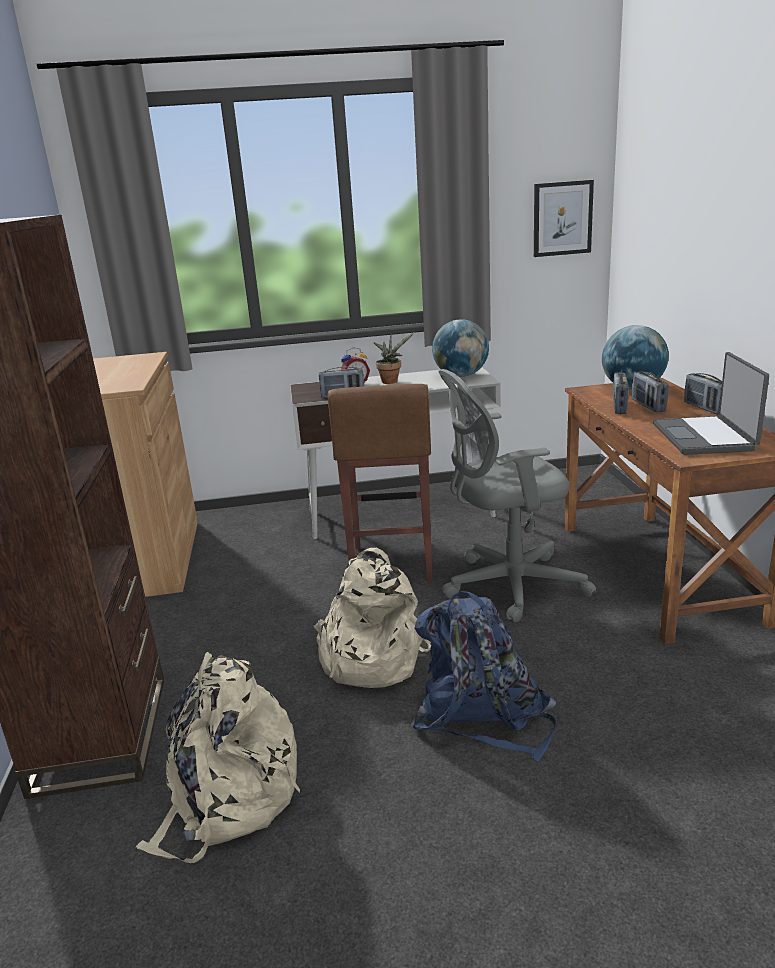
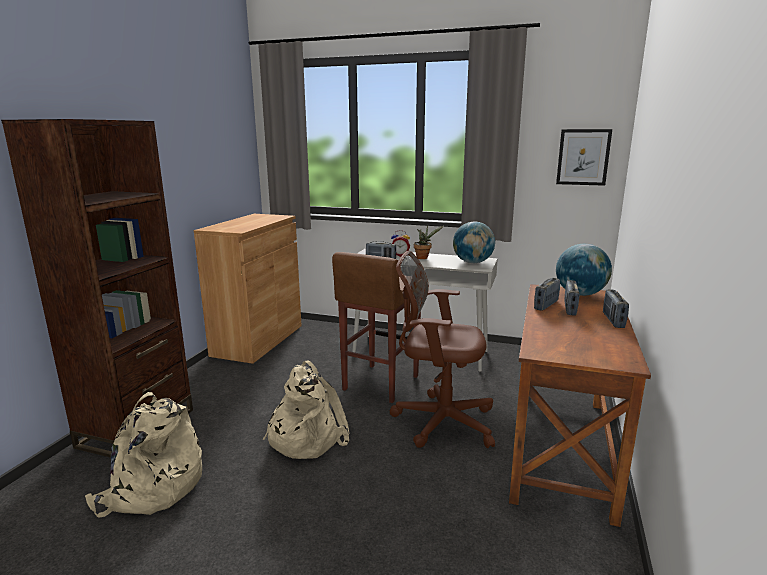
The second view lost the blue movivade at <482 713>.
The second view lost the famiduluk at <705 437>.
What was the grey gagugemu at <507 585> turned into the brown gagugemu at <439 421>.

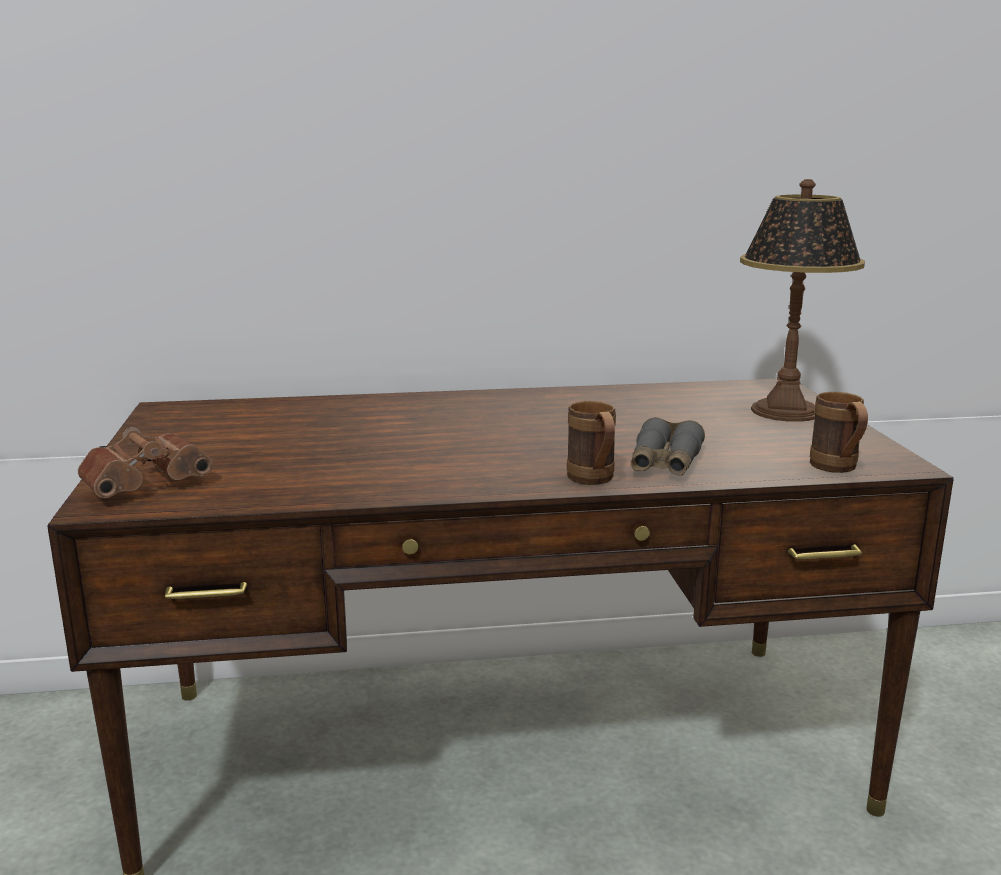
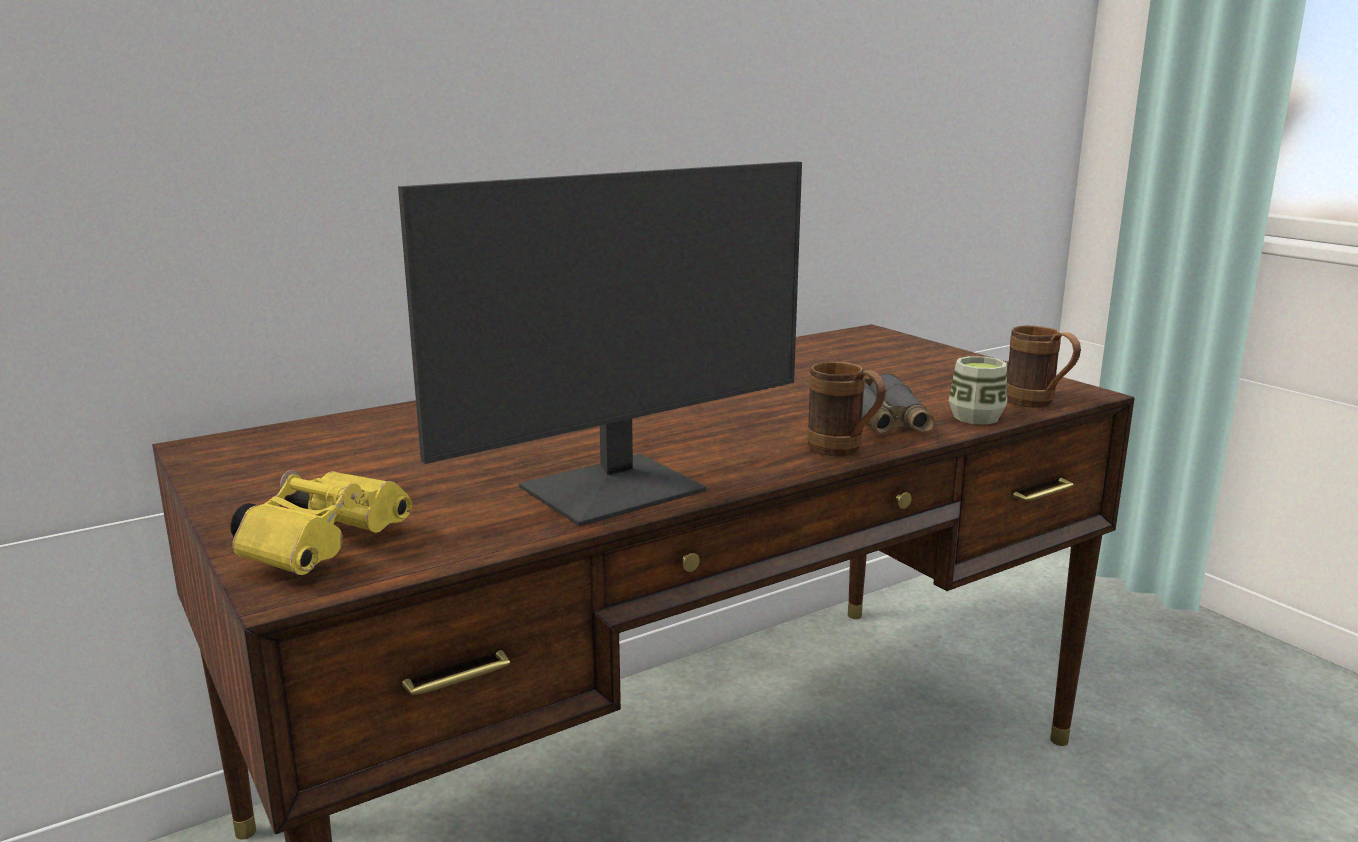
The second view lost the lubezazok at <786 411>.
The second view gained the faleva at <616 490>.
The second view gained the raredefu at <976 417>.
What was the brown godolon at <149 485> turned into the yellow godolon at <326 548>.

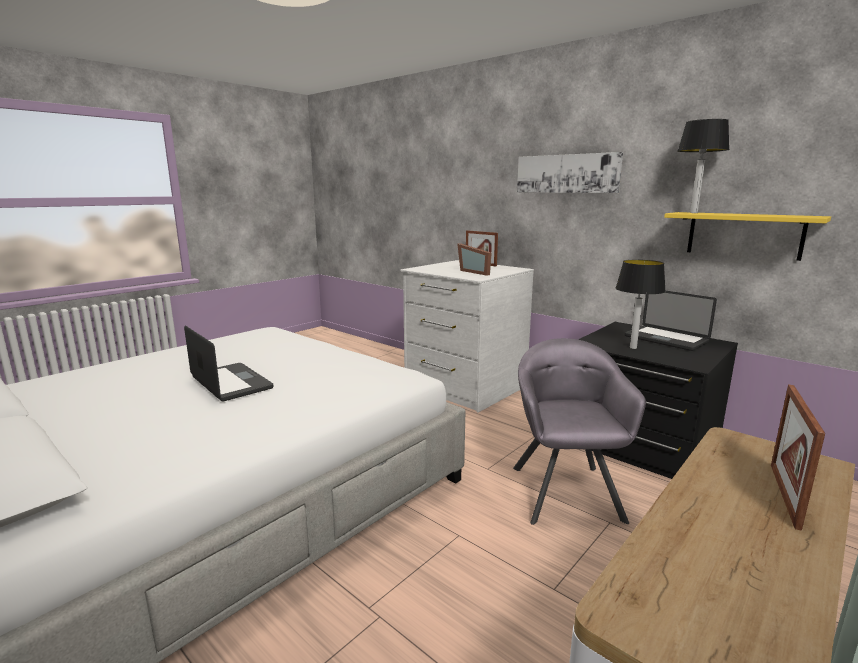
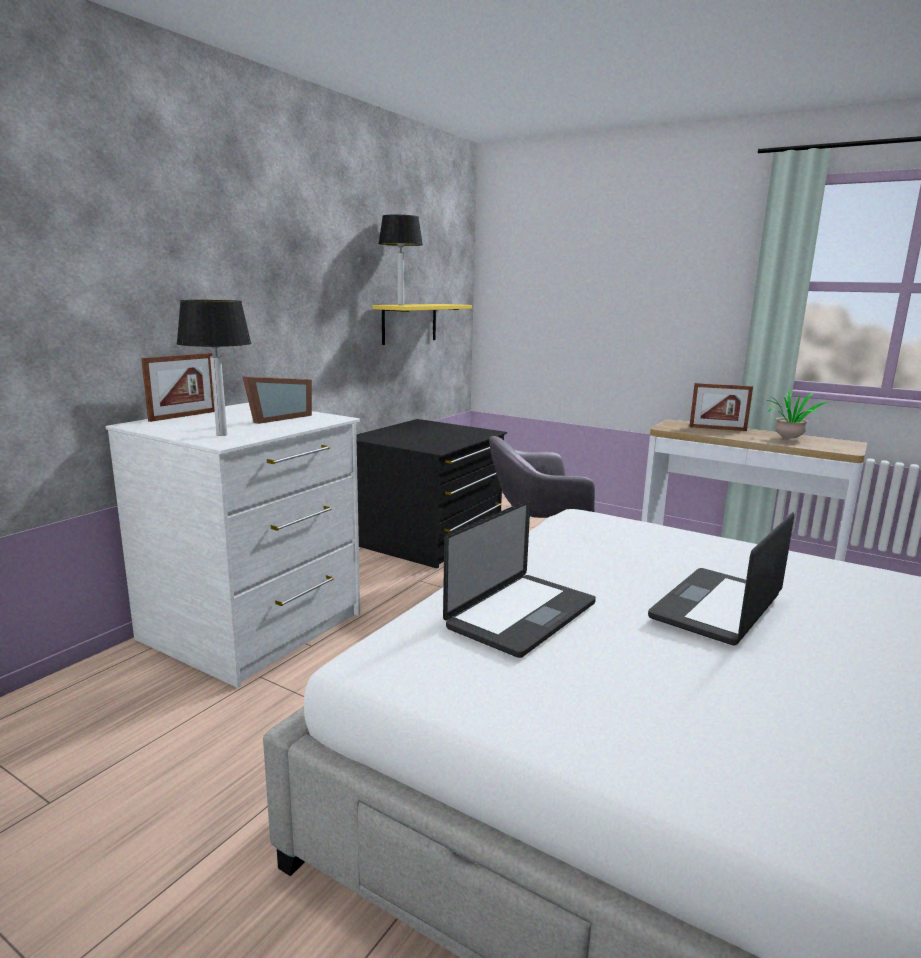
The second view lost the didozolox at <567 173>.
The second view gained the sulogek at <789 439>.
The lubezazok ended up elsewhere, having gone from <633 348> to <222 434>.
The famiduluk ended up elsewhere, having gone from <665 339> to <522 615>.

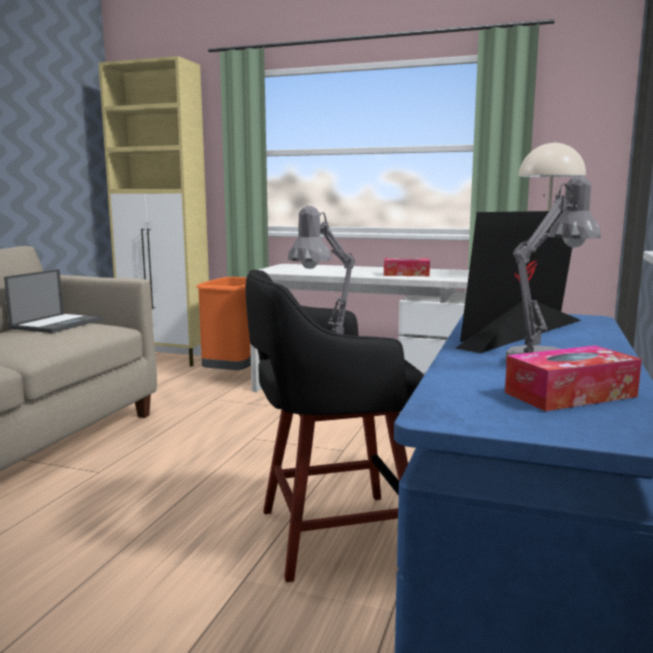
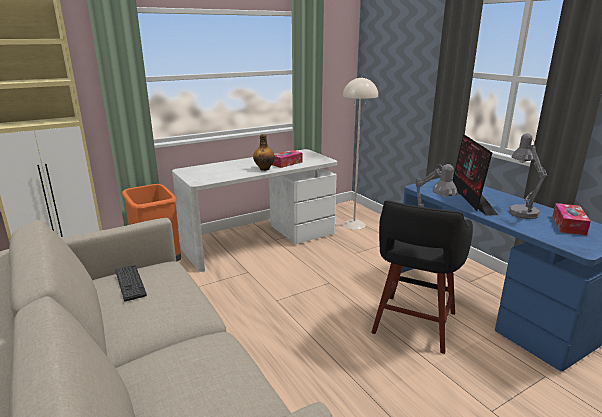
The second view gained the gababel at <264 169>.
Where the famiduluk stood at <58 324>, the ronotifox came to stand at <130 283>.

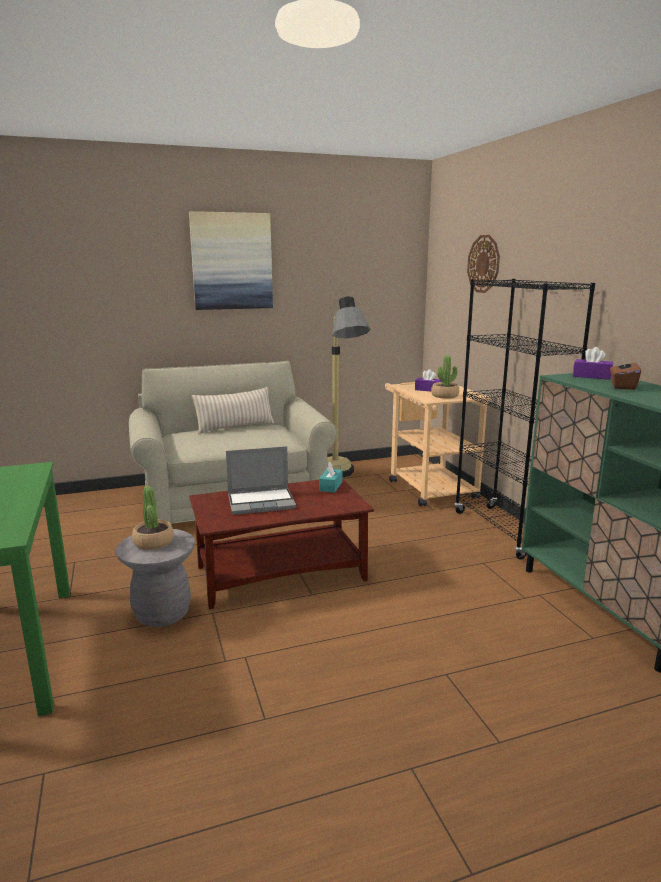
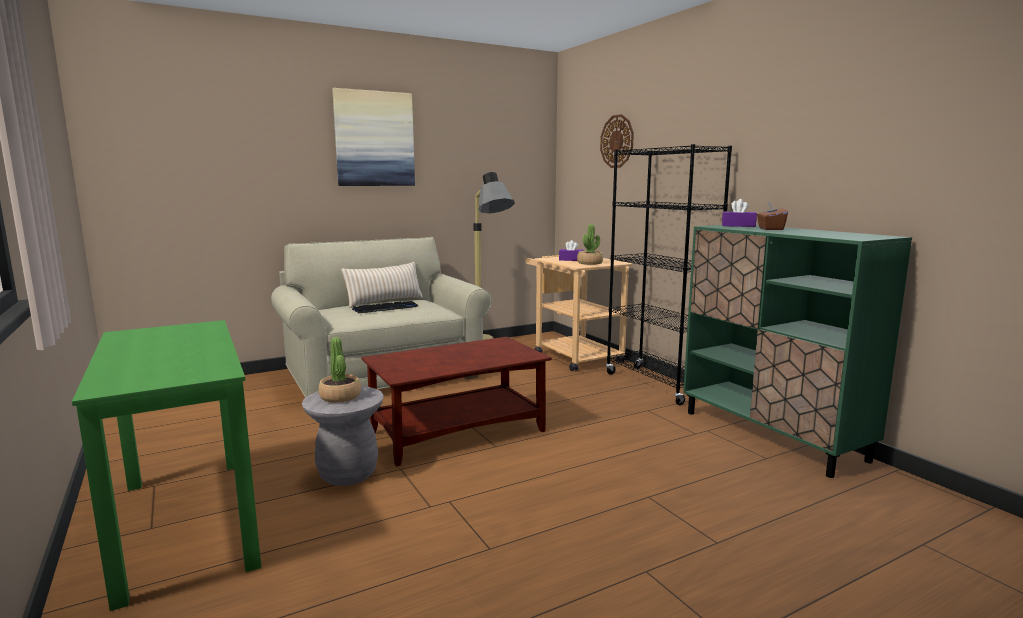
The second view lost the famiduluk at <262 502>.
The second view lost the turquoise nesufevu at <330 486>.
The second view gained the ronotifox at <385 308>.

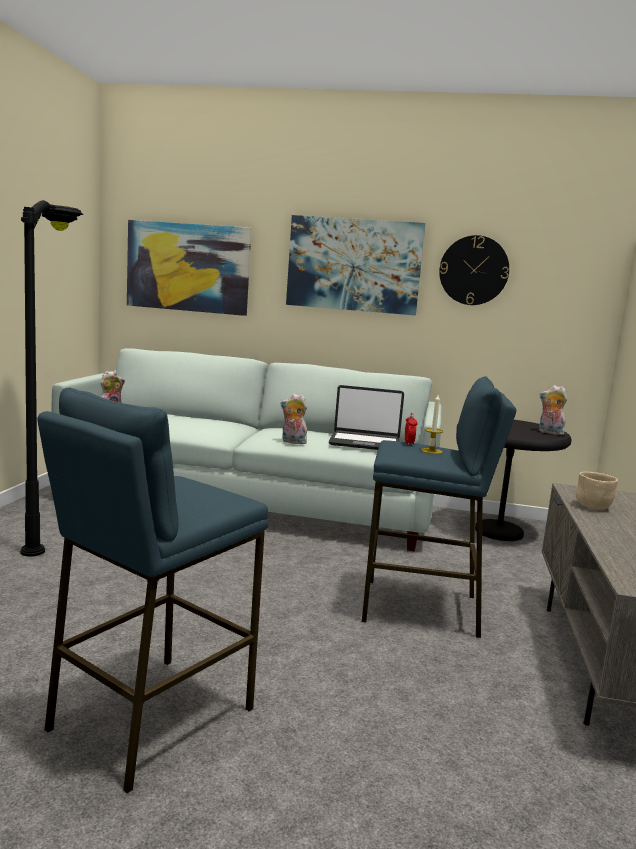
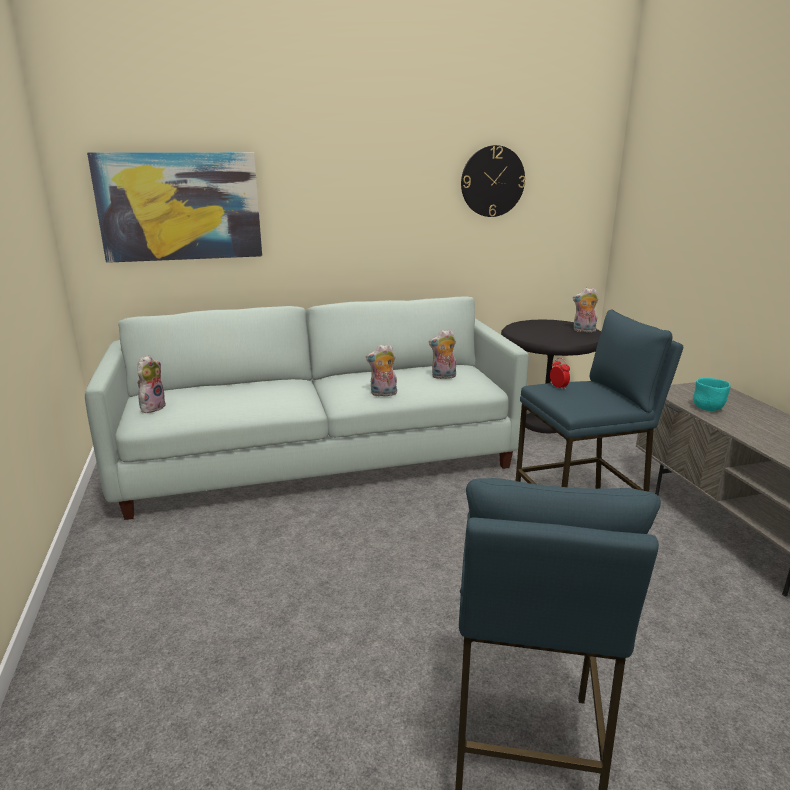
The second view lost the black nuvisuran at <53 526>.
The second view lost the didozolox at <354 265>.
The second view lost the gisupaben at <431 451>.
Where the famiduluk stood at <364 443>, the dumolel came to stand at <443 377>.
What was the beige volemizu at <593 507> turned into the turquoise volemizu at <708 409>.

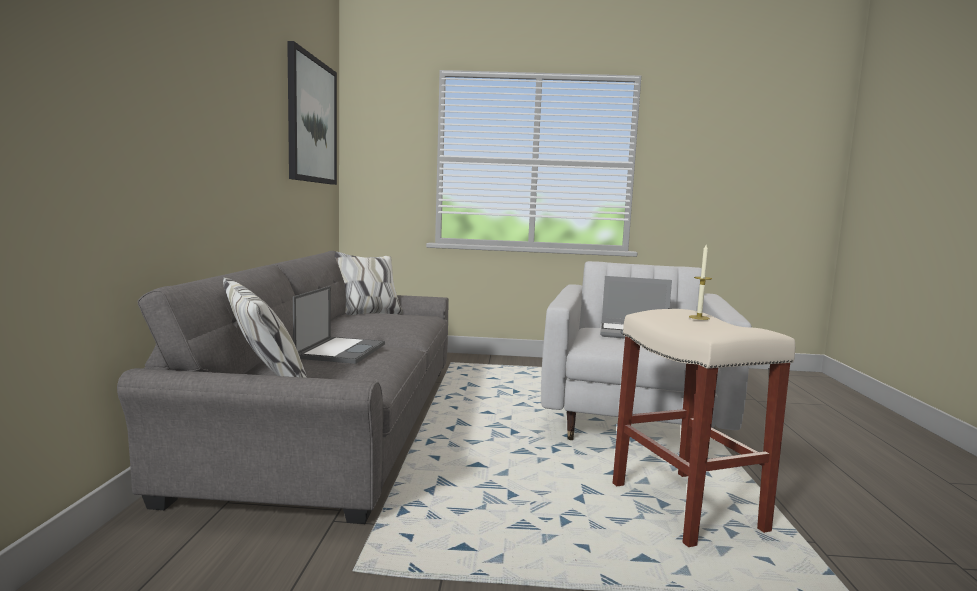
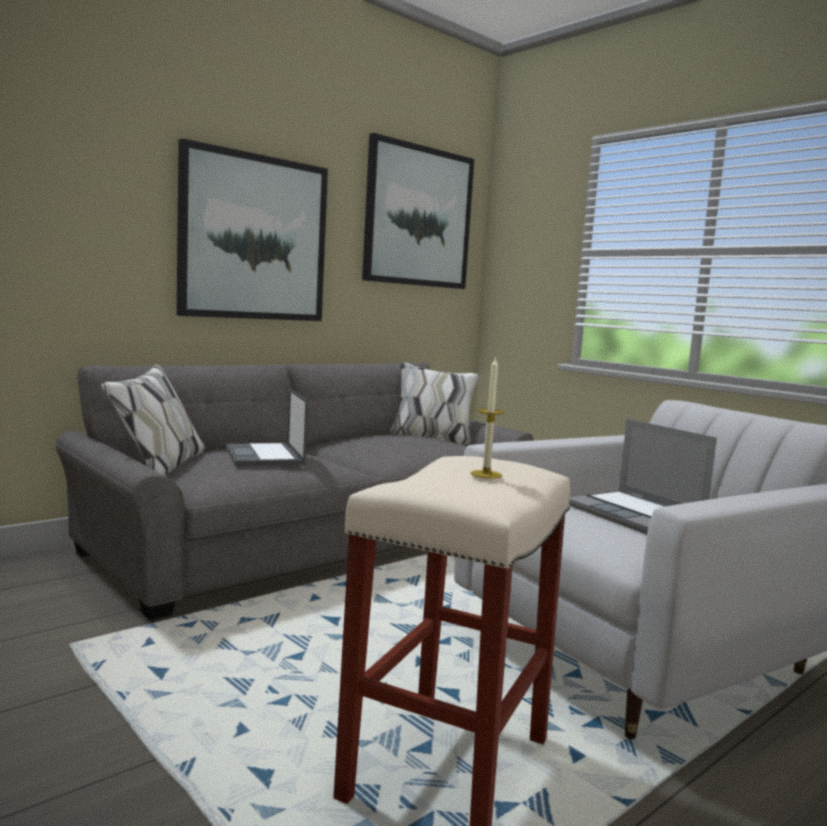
The second view gained the didozolox at <254 238>.
The famiduluk at <341 350> ended up facing another way, 105 degrees clockwise from before.

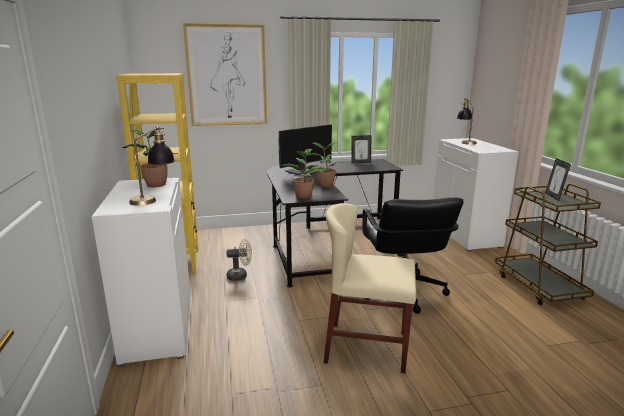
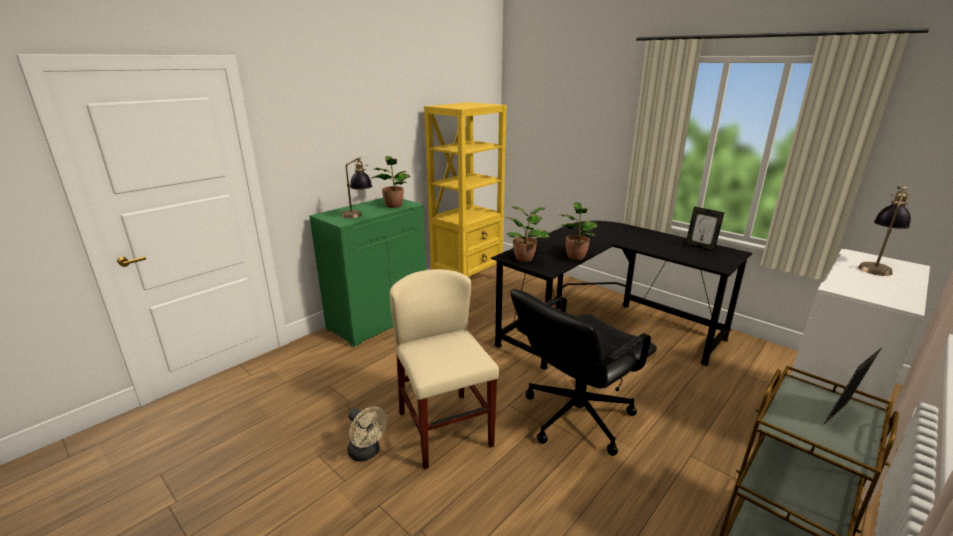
The second view lost the didozolox at <227 76>.
The second view lost the faleva at <303 170>.
The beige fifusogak ended up elsewhere, having gone from <240 276> to <367 453>.
What was the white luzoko at <157 327> turned into the green luzoko at <378 320>.

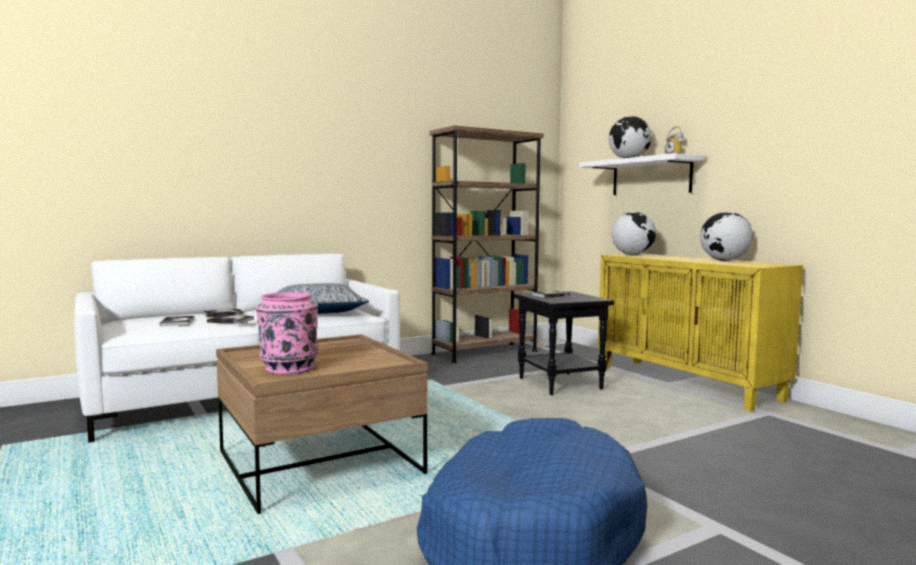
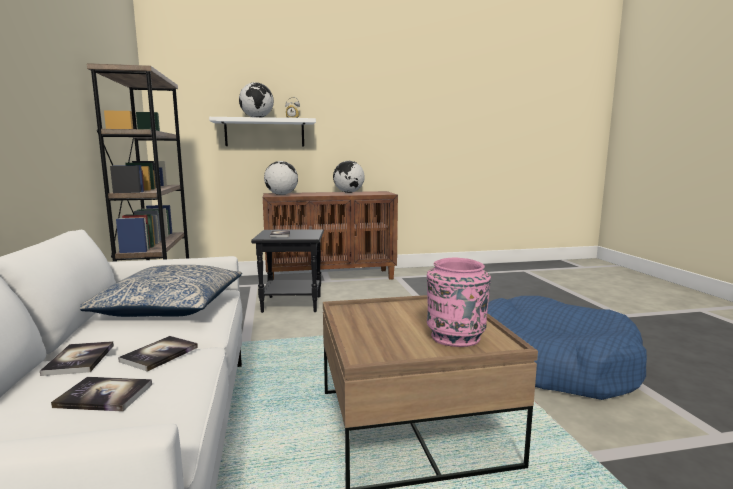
What was the yellow luzoko at <687 383> turned into the brown luzoko at <331 277>.

